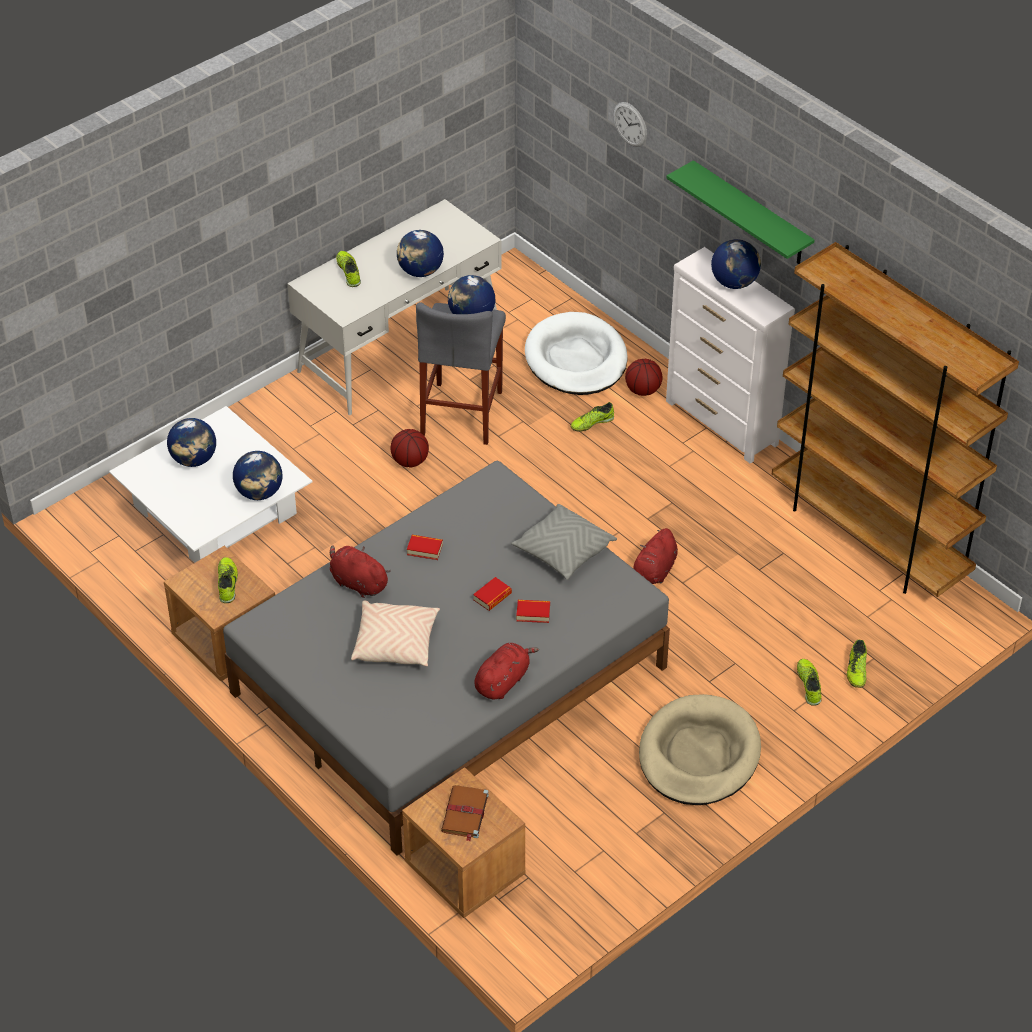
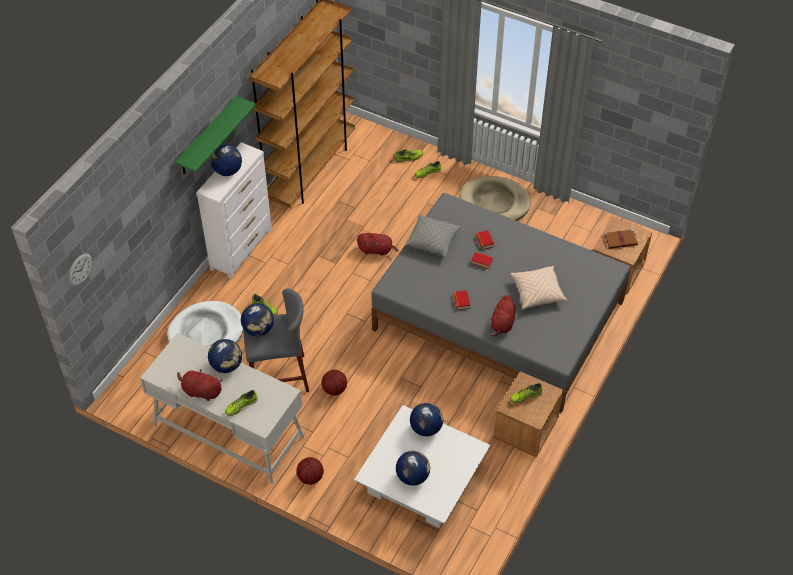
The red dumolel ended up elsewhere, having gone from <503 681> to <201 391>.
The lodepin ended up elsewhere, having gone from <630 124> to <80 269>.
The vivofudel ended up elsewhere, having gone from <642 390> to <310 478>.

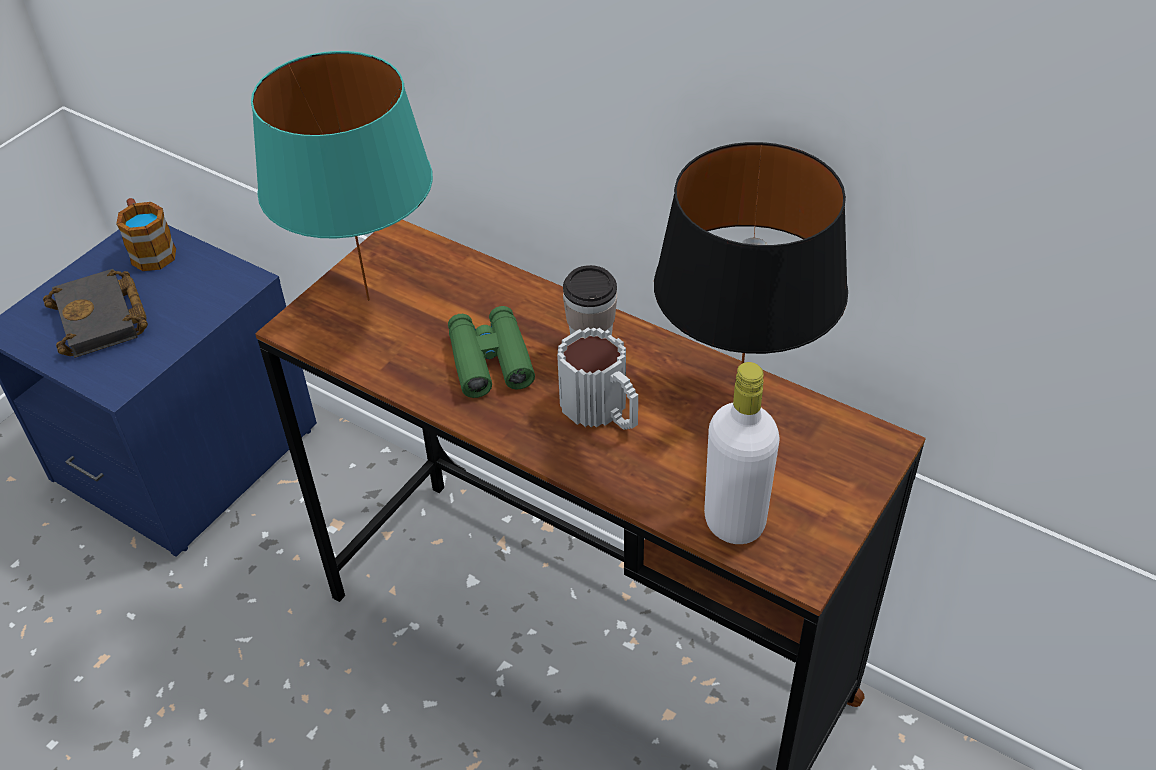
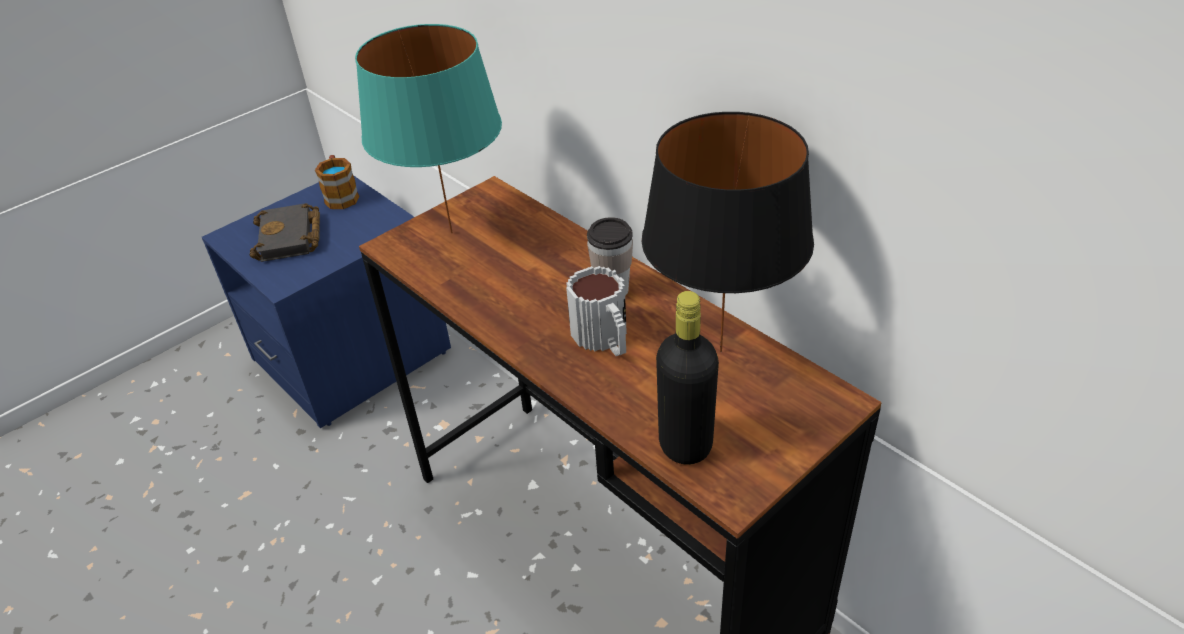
The second view lost the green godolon at <490 360>.
What was the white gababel at <734 522> turned into the black gababel at <685 445>.

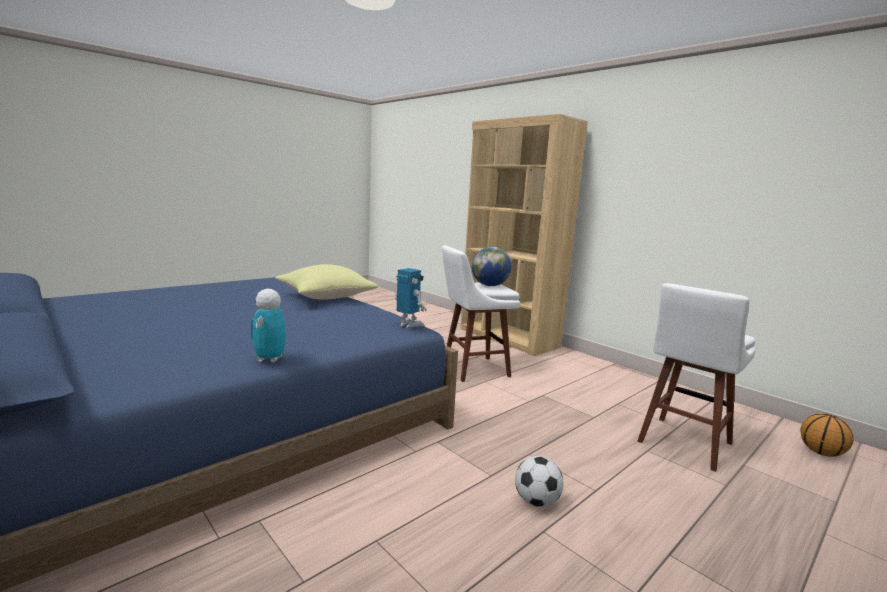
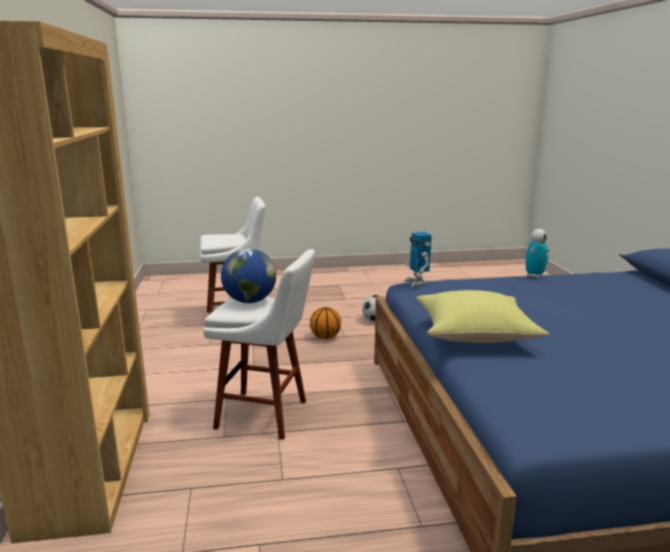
The vivofudel ended up elsewhere, having gone from <821 453> to <325 337>.

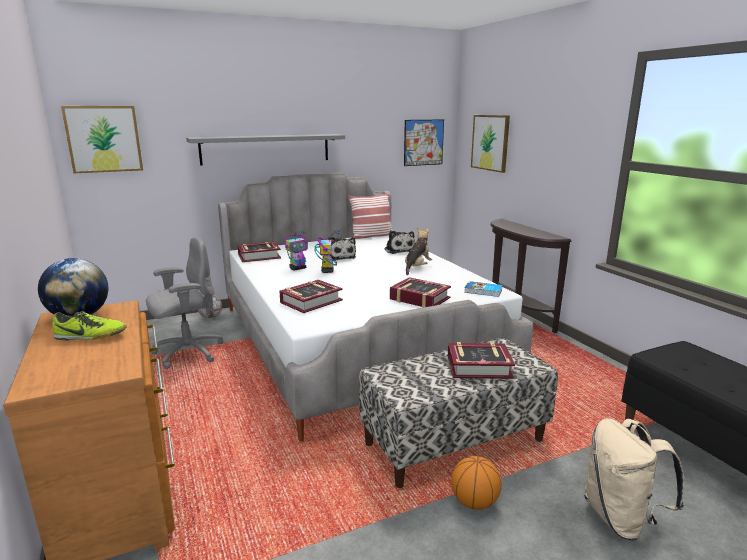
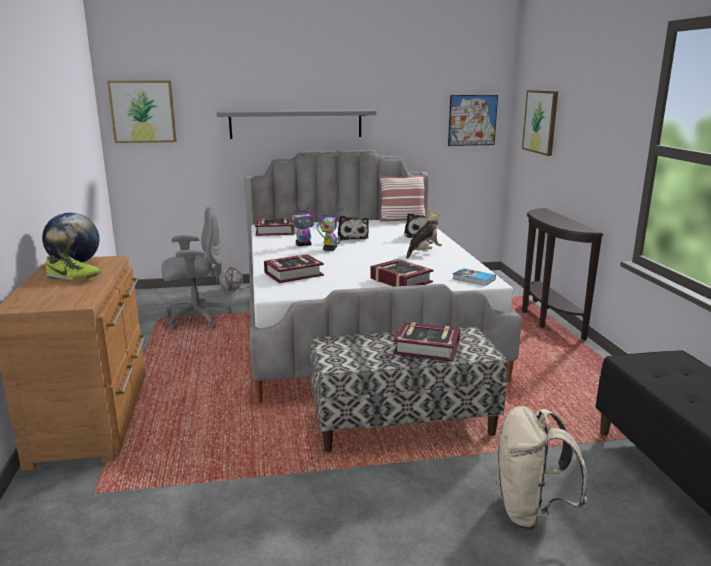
The second view lost the vivofudel at <474 502>.

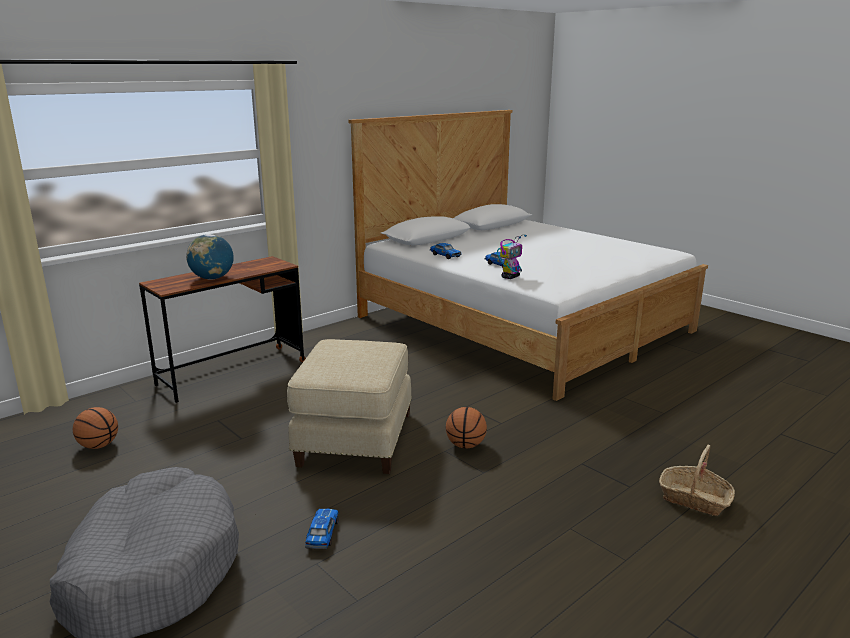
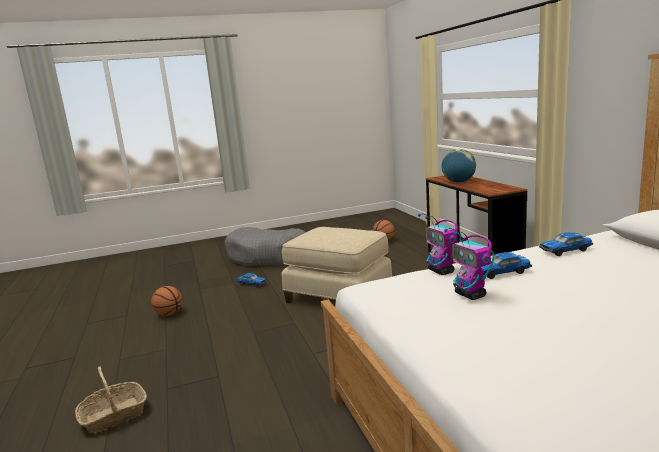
The second view gained the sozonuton at <471 295>.
The vivofudel ended up elsewhere, having gone from <465 445> to <169 314>.

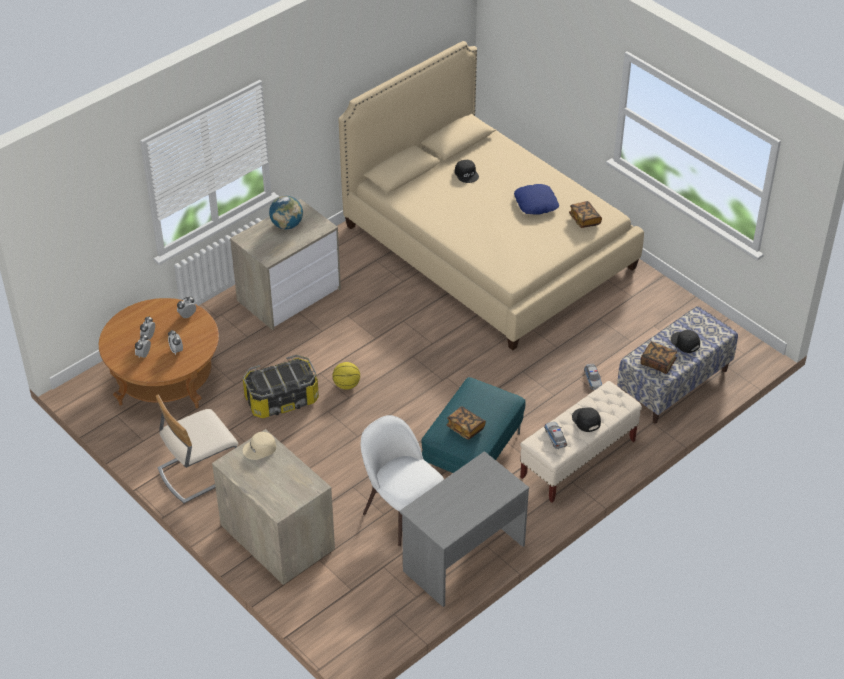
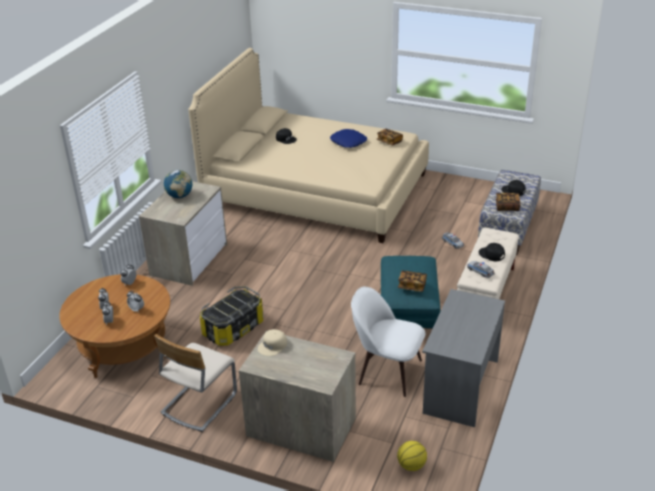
The vivofudel ended up elsewhere, having gone from <346 385> to <411 465>.

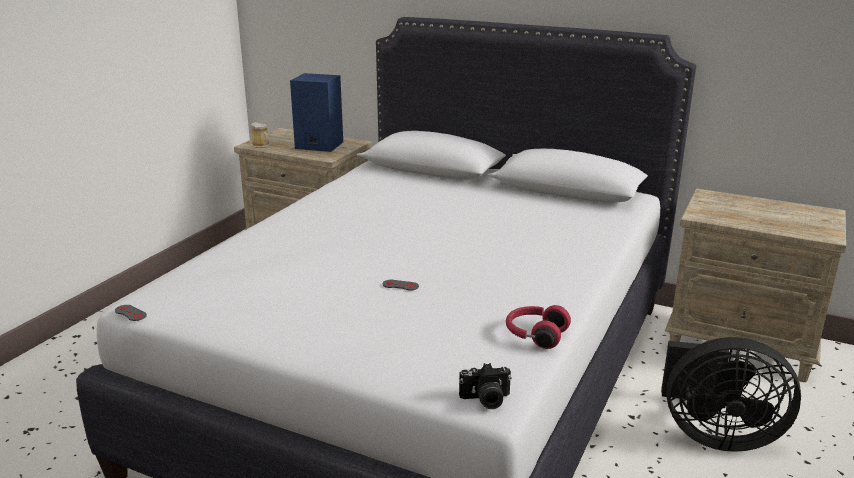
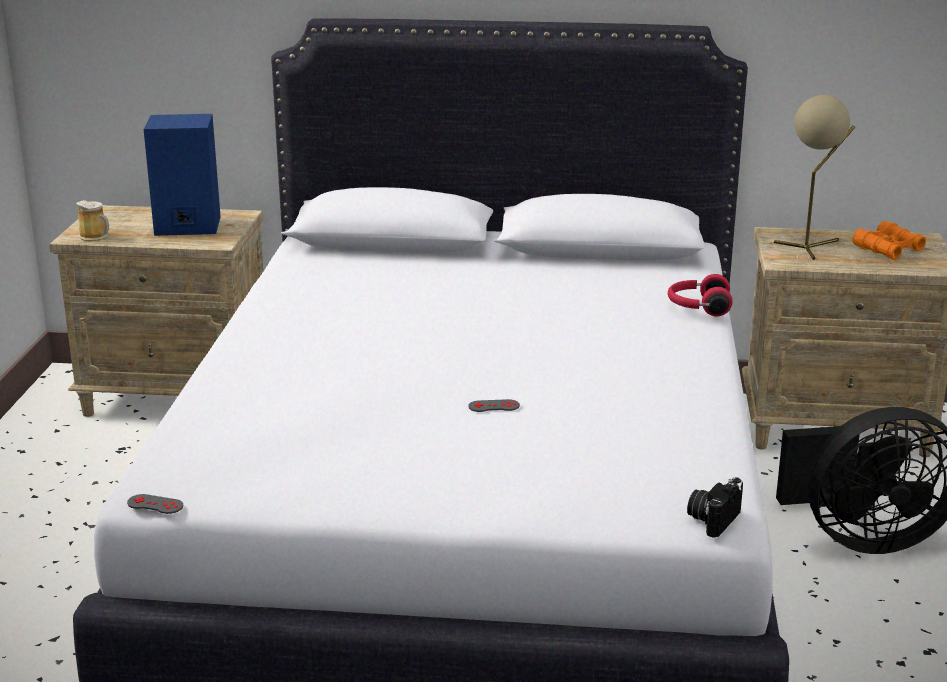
The second view gained the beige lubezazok at <810 247>.
The second view gained the orange godolon at <888 249>.
The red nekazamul ended up elsewhere, having gone from <535 335> to <698 308>.
The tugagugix at <485 400> ended up facing another way, 150 degrees clockwise from before.

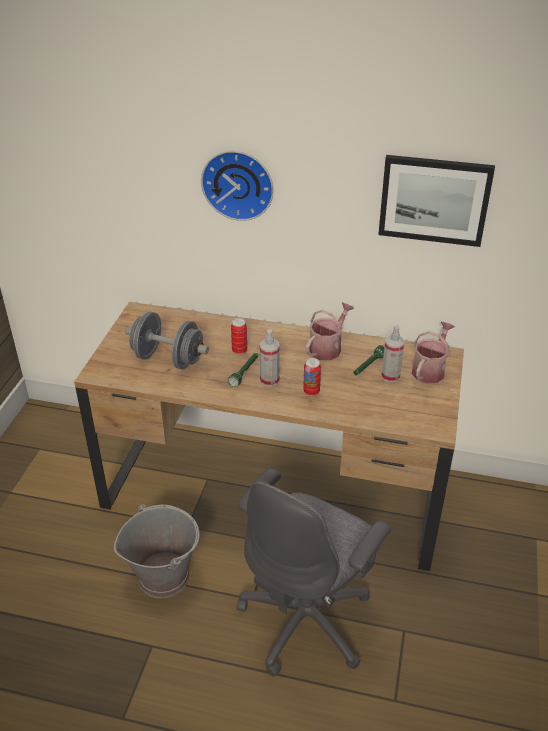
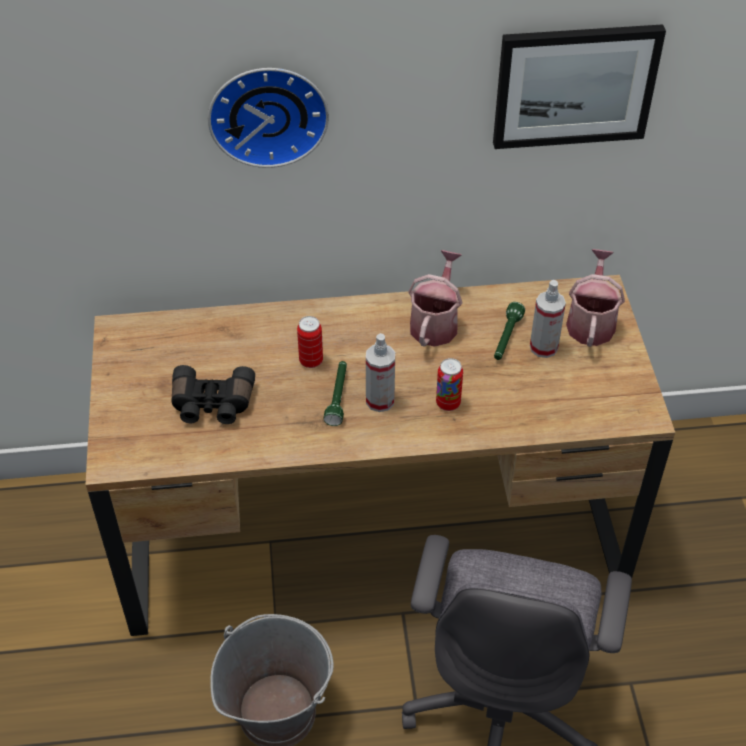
Where the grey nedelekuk stood at <168 359>, the black godolon came to stand at <212 405>.

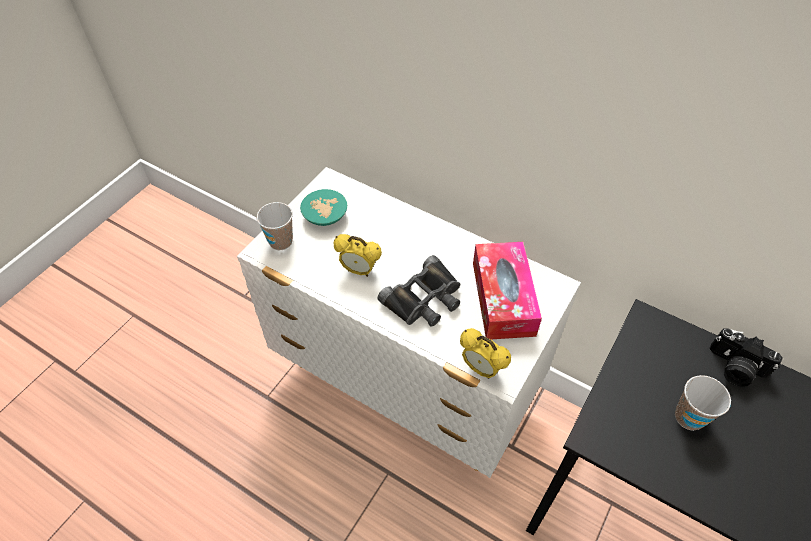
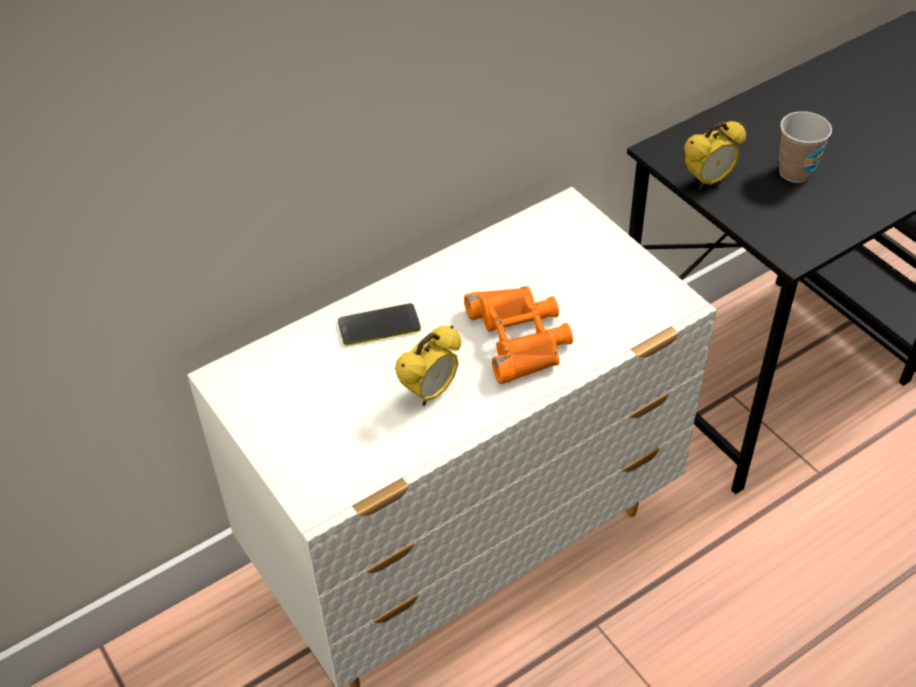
The second view lost the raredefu at <281 241>.
The second view lost the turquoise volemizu at <325 217>.
The second view lost the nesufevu at <503 298>.
The second view lost the tugagugix at <734 368>.
The second view gained the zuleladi at <379 326>.
The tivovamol ended up elsewhere, having gone from <481 369> to <708 181>.
What was the black godolon at <424 299> turned into the orange godolon at <520 338>.

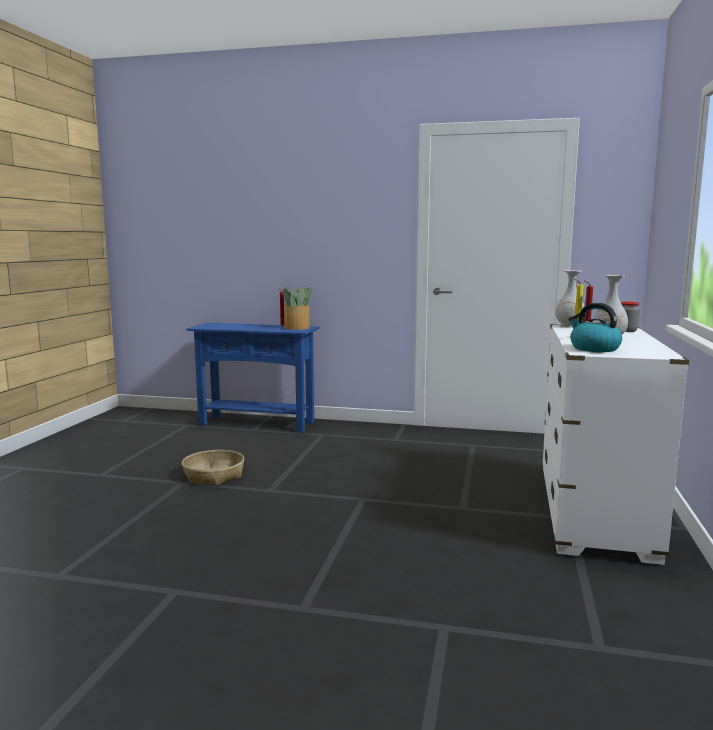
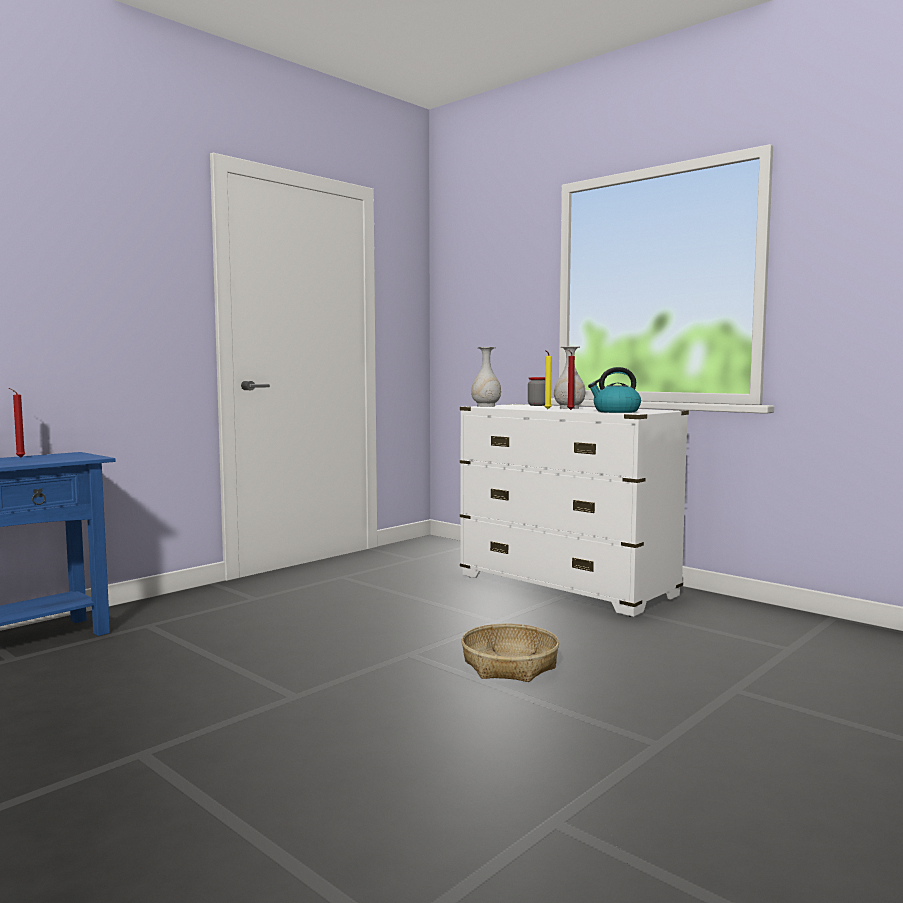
The second view lost the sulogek at <297 328>.
The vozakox ended up elsewhere, having gone from <213 475> to <509 665>.

